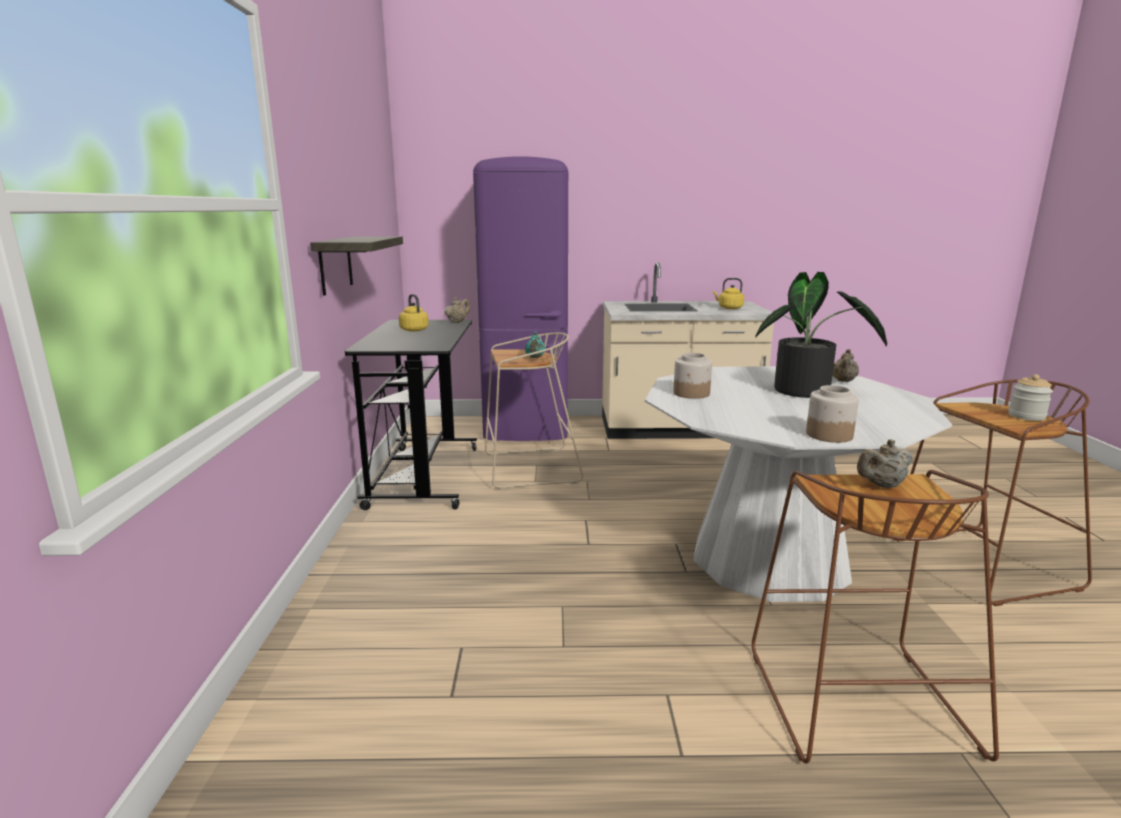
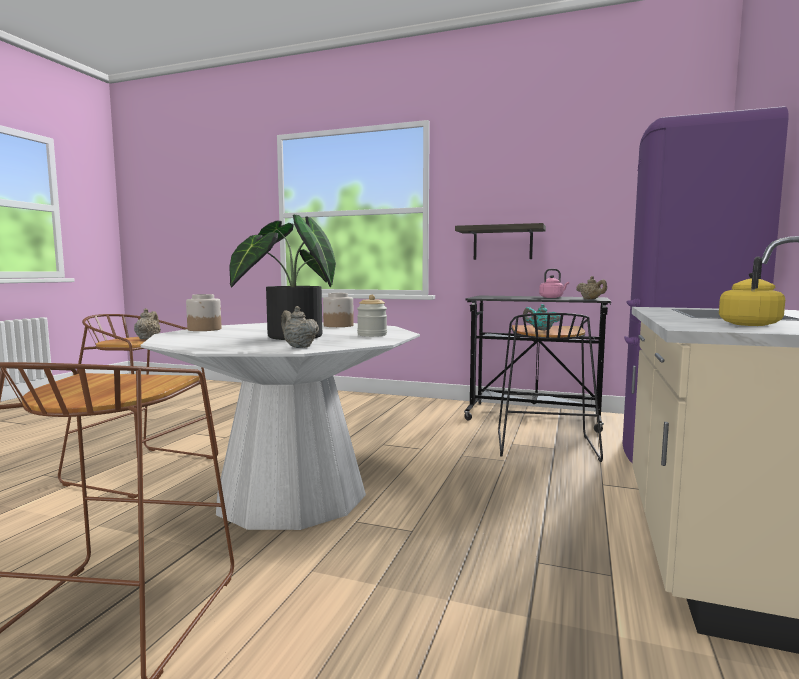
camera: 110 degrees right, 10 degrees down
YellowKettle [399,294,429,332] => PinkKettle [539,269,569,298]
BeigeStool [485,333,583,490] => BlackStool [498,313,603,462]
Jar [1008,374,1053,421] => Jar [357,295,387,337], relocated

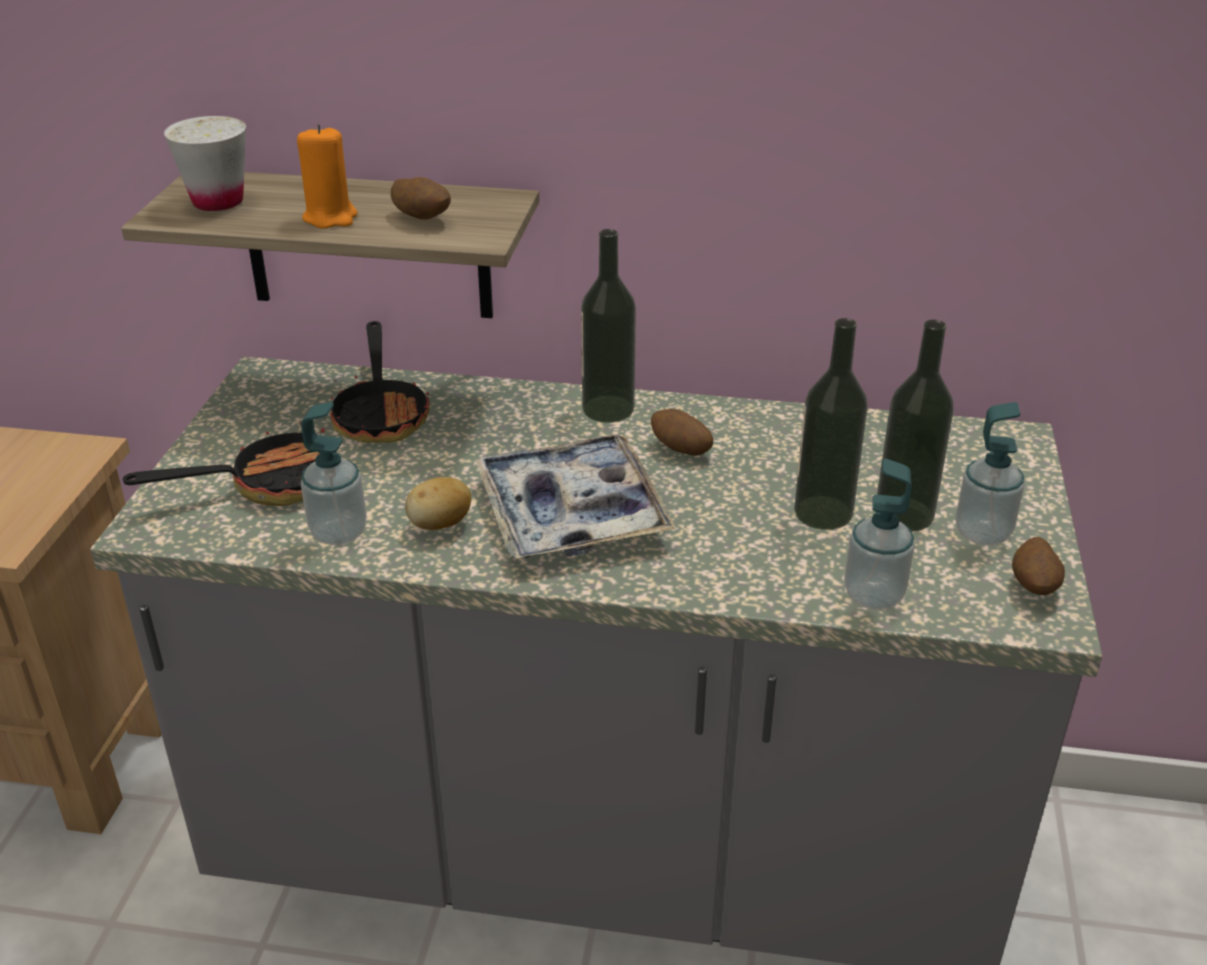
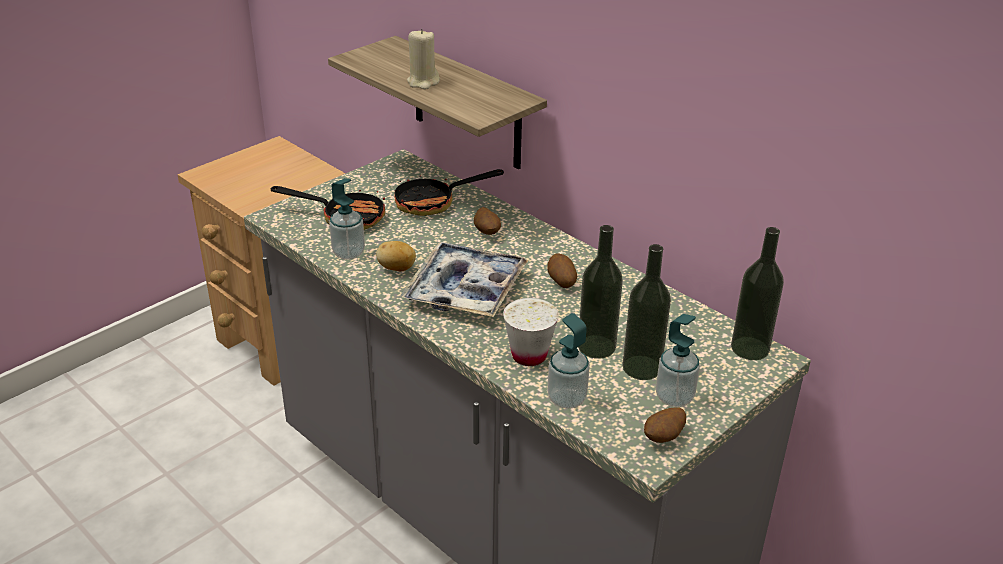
camera: 35 degrees right, 0 degrees up
WhiteCup [164,116,246,211] => WhiteCup [503,298,559,366], relocated
OrangeCandle [297,124,358,229] => BeigeCandle [407,29,440,90]
FryingPan [329,321,430,443] => FryingPan [394,166,504,216], 45 degrees clockwise
Potato [391,177,451,219] => Potato [474,207,501,235], relocated
Bottle [581,229,636,423] => Bottle [731,227,784,360], relocated

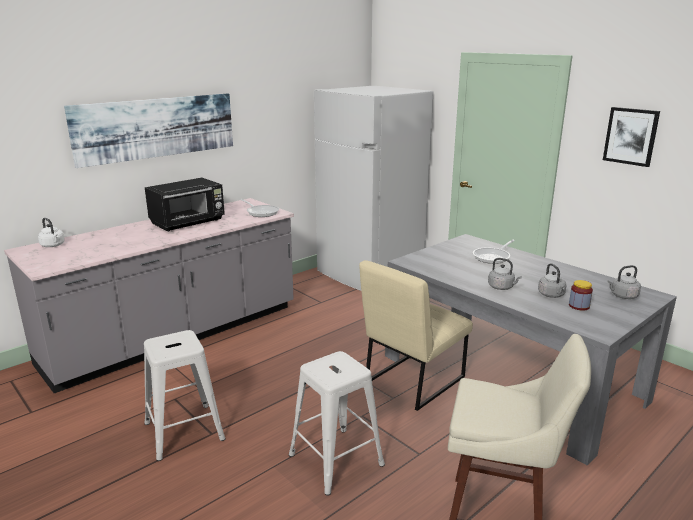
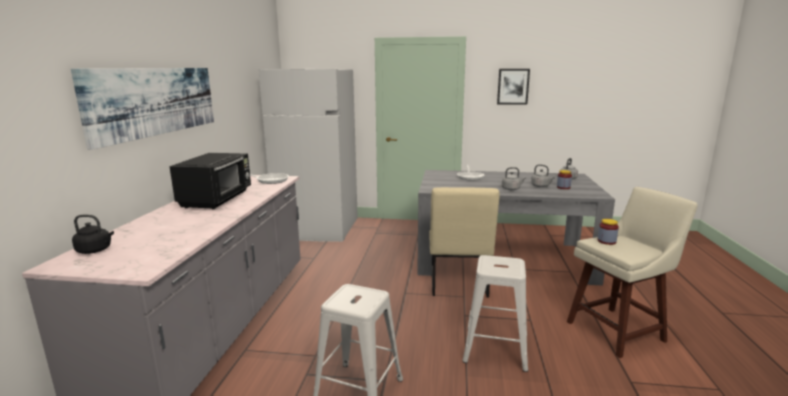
camera: 40 degrees left, 5 degrees down
WhiteKettle [38,218,65,247] => BlackKettle [72,215,114,254]
nothing => Jar [598,219,619,245]

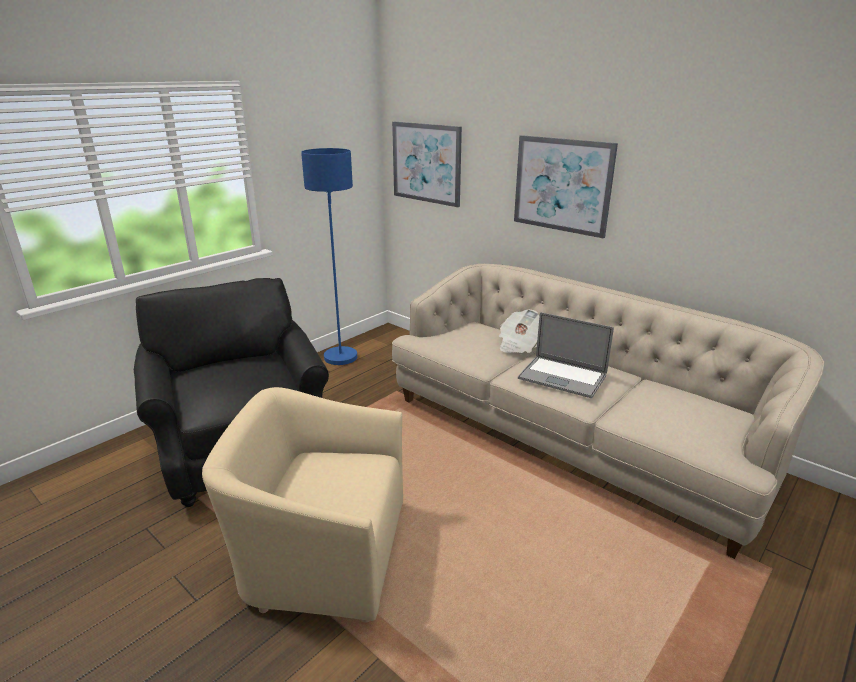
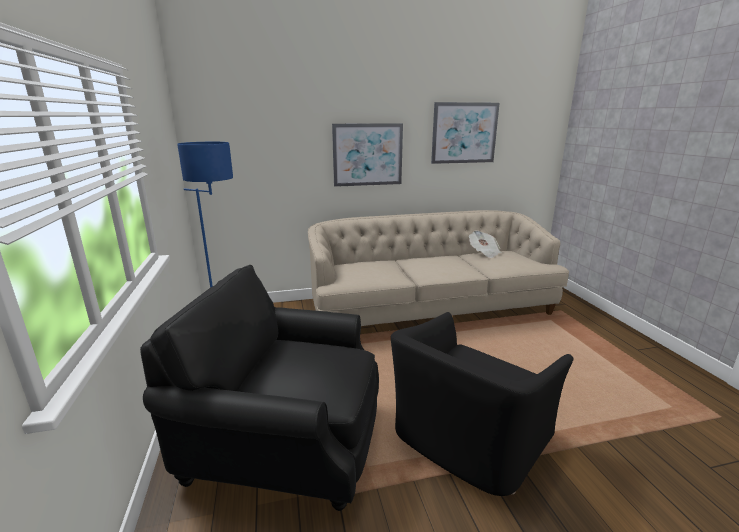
camera: 55 degrees left, 5 degrees down
BeigeArmchair [202,387,403,623] => BlackArmchair [391,312,574,496]
Picture [392,122,462,207] => Picture [431,102,500,164], relocated
Newspaper [499,309,539,353] => Newspaper [469,230,501,258], relocated
Laptop [518,312,614,398] => nothing

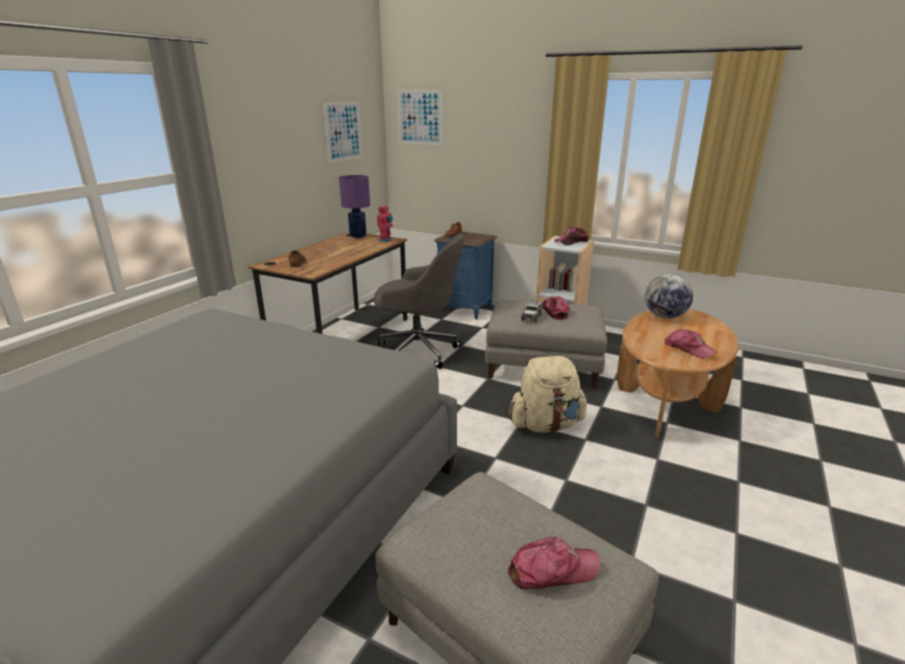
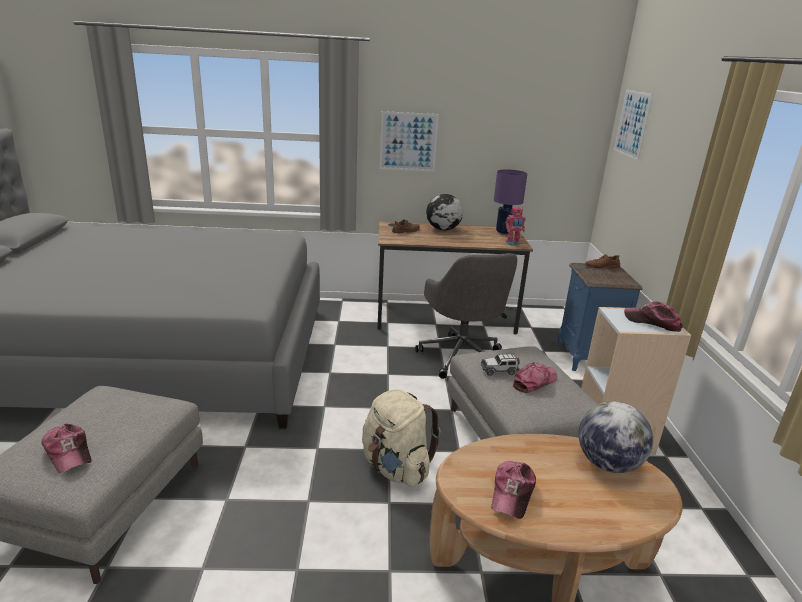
camera: 60 degrees right, 0 degrees up
Picture [324,102,362,163] => Picture [380,111,439,171], relocated
nothing => Globe [426,194,463,230]

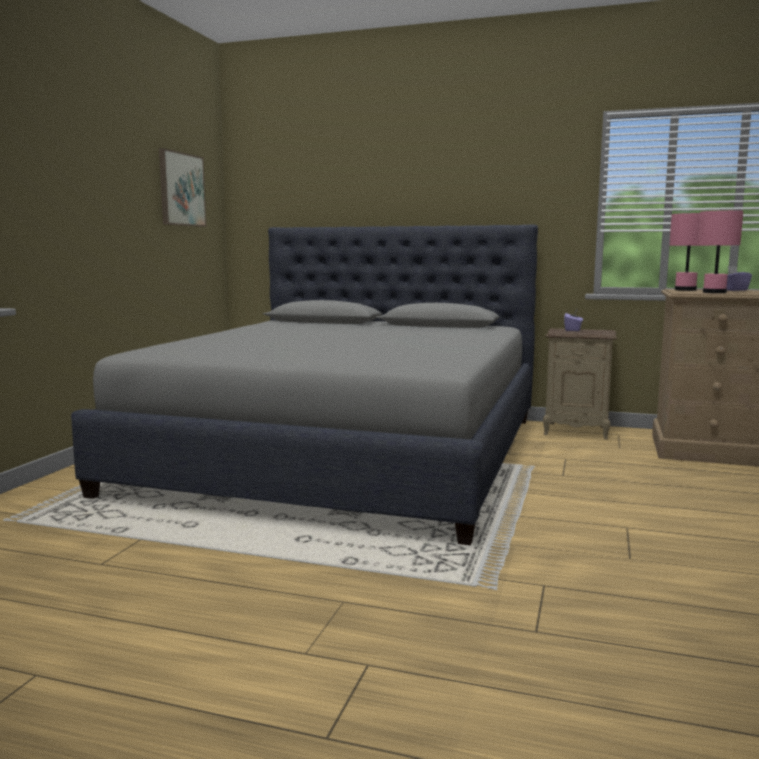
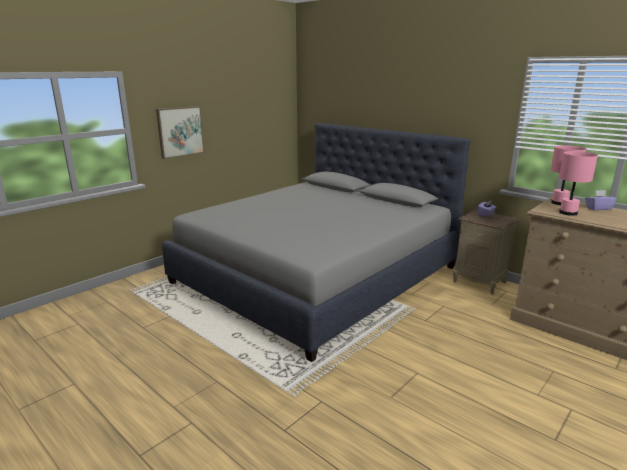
camera: 25 degrees right, 10 degrees up
Picture [159,148,206,227] => Picture [156,106,204,159], relocated

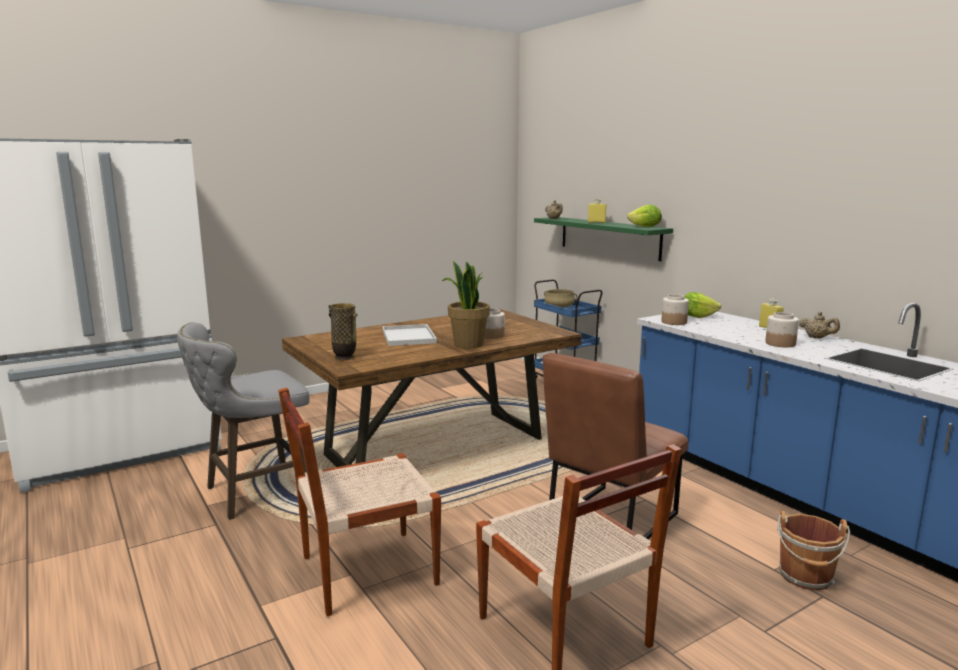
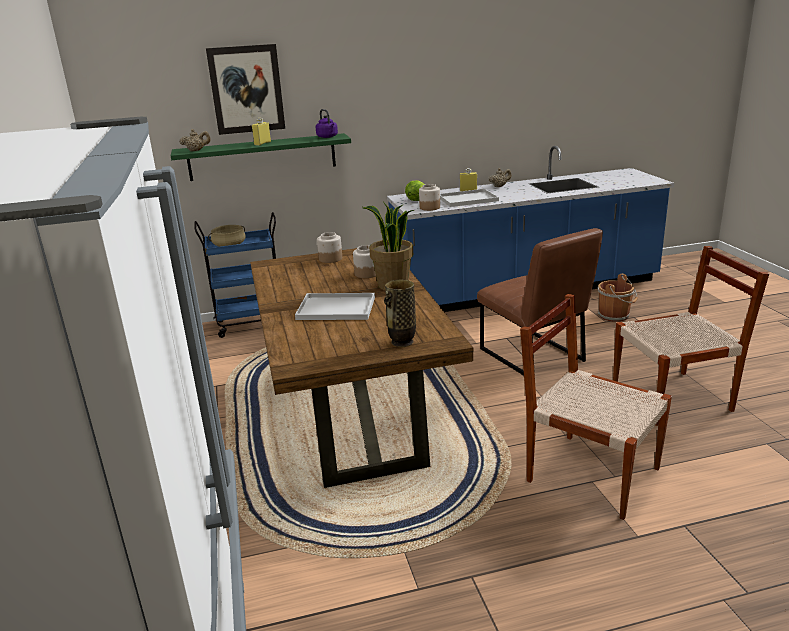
camera: 70 degrees left, 10 degrees up
GreyStool [177,322,309,520] => nothing
Chair [278,388,441,616] => Chair [520,294,672,520], 135 degrees clockwise
Lettuce [627,205,662,227] => PurpleKettle [316,109,338,138]
Jar [765,312,799,347] => Jar [317,232,342,263], relocated
nothing => Picture [206,44,285,135]
nothing => WhiteTray [440,189,499,207]

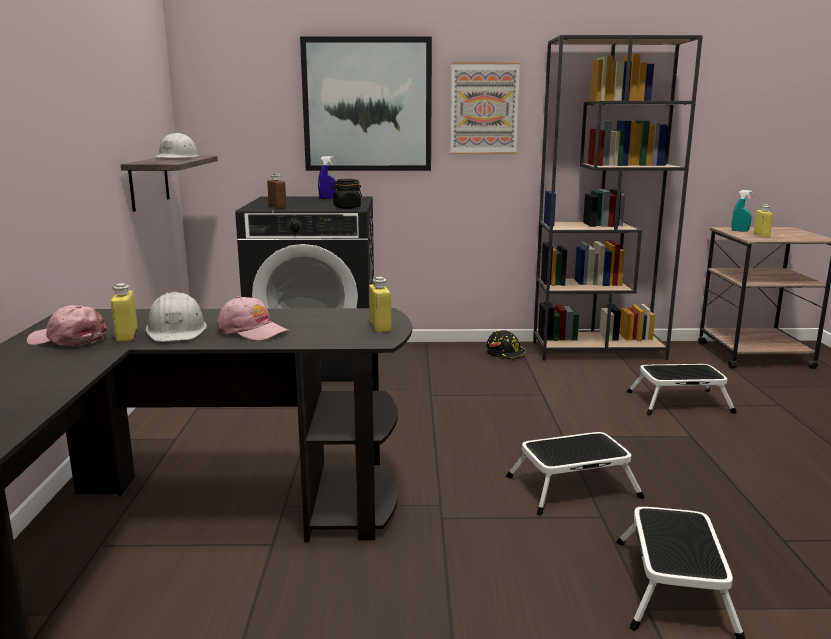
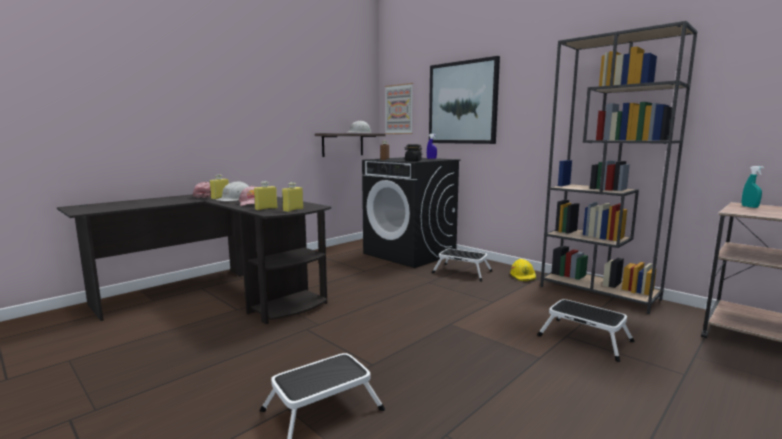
camera: 45 degrees right, 5 degrees down
Picture [450,62,520,154] => Picture [385,83,413,134], relocated
BlackHardHat [486,330,526,360] => YellowHardHat [510,259,537,281]
BlackStepLadder [506,432,645,516] => BlackStepLadder [432,249,493,282], relocated
YellowBottle [753,204,773,238] => YellowBottle [254,181,277,210], relocated

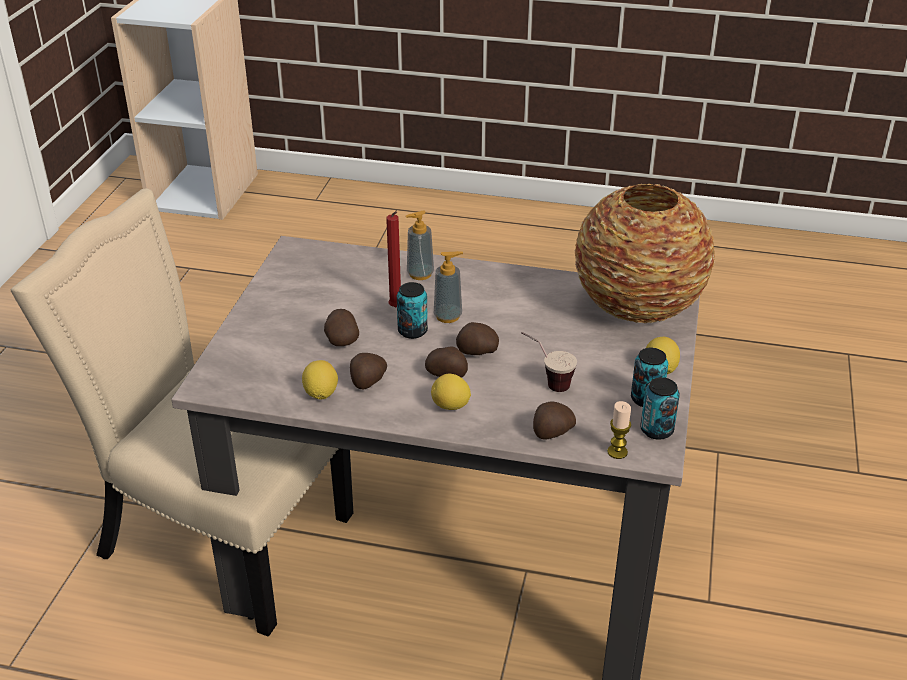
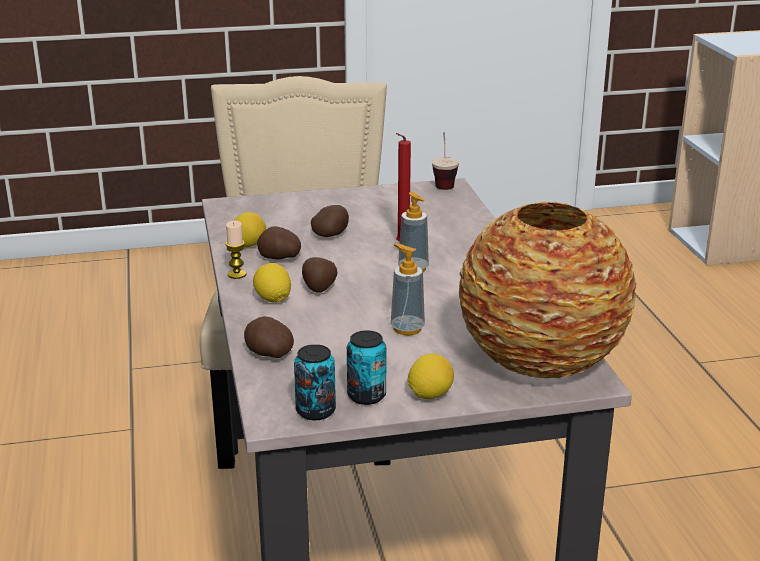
camera: 65 degrees right, 10 degrees down
Can [397,282,428,339] => nothing
SoapDispenser [406,210,434,280] => SoapDispenser [391,243,425,335], relocated
Potato [456,322,499,355] => nothing
Cup [521,332,577,392] => Cup [432,132,459,190], relocated
Candle [607,401,631,459] => Candle [225,220,246,279], relocated

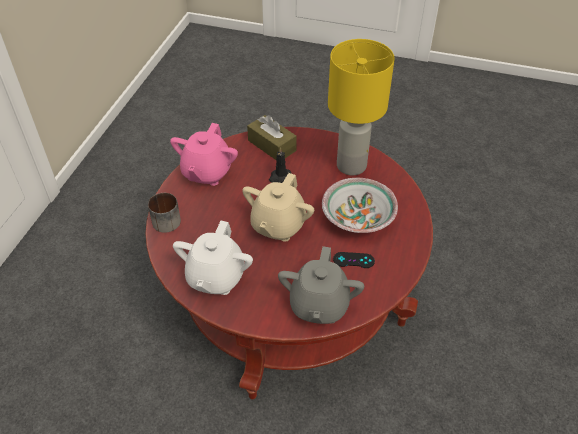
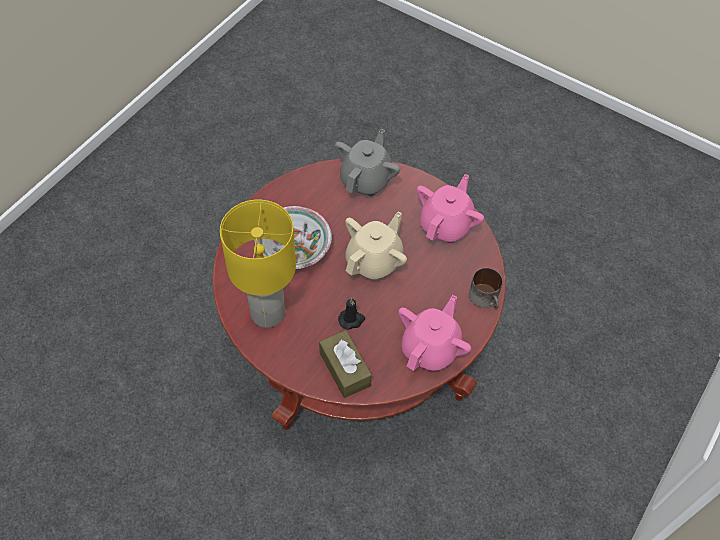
camera: 165 degrees left, 10 degrees up
WhiteTeapot [173,221,253,295] => PinkTeapot [417,174,484,243]
BlackGameController [333,252,375,268] => nothing

